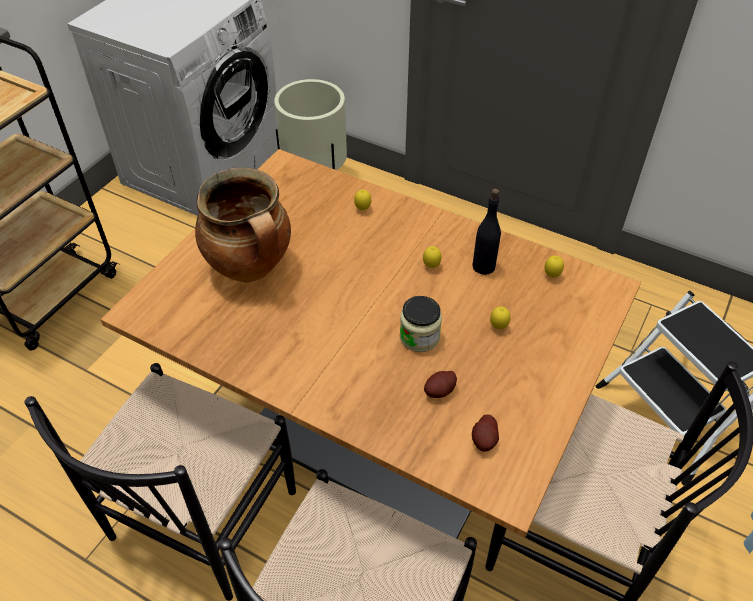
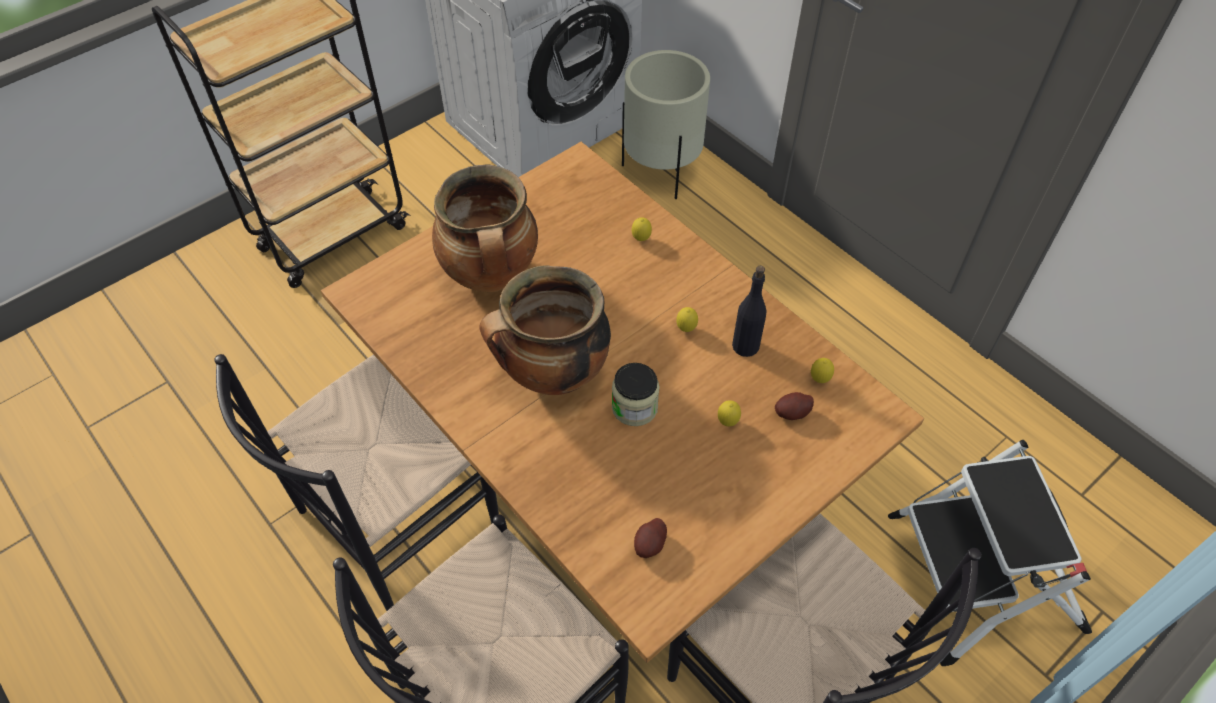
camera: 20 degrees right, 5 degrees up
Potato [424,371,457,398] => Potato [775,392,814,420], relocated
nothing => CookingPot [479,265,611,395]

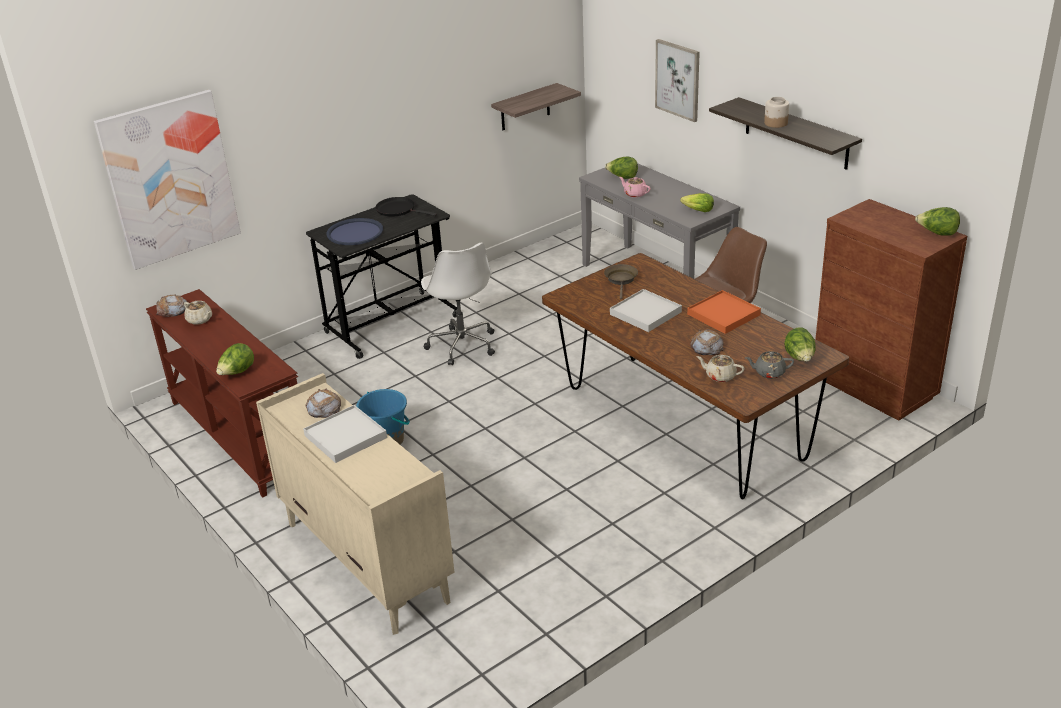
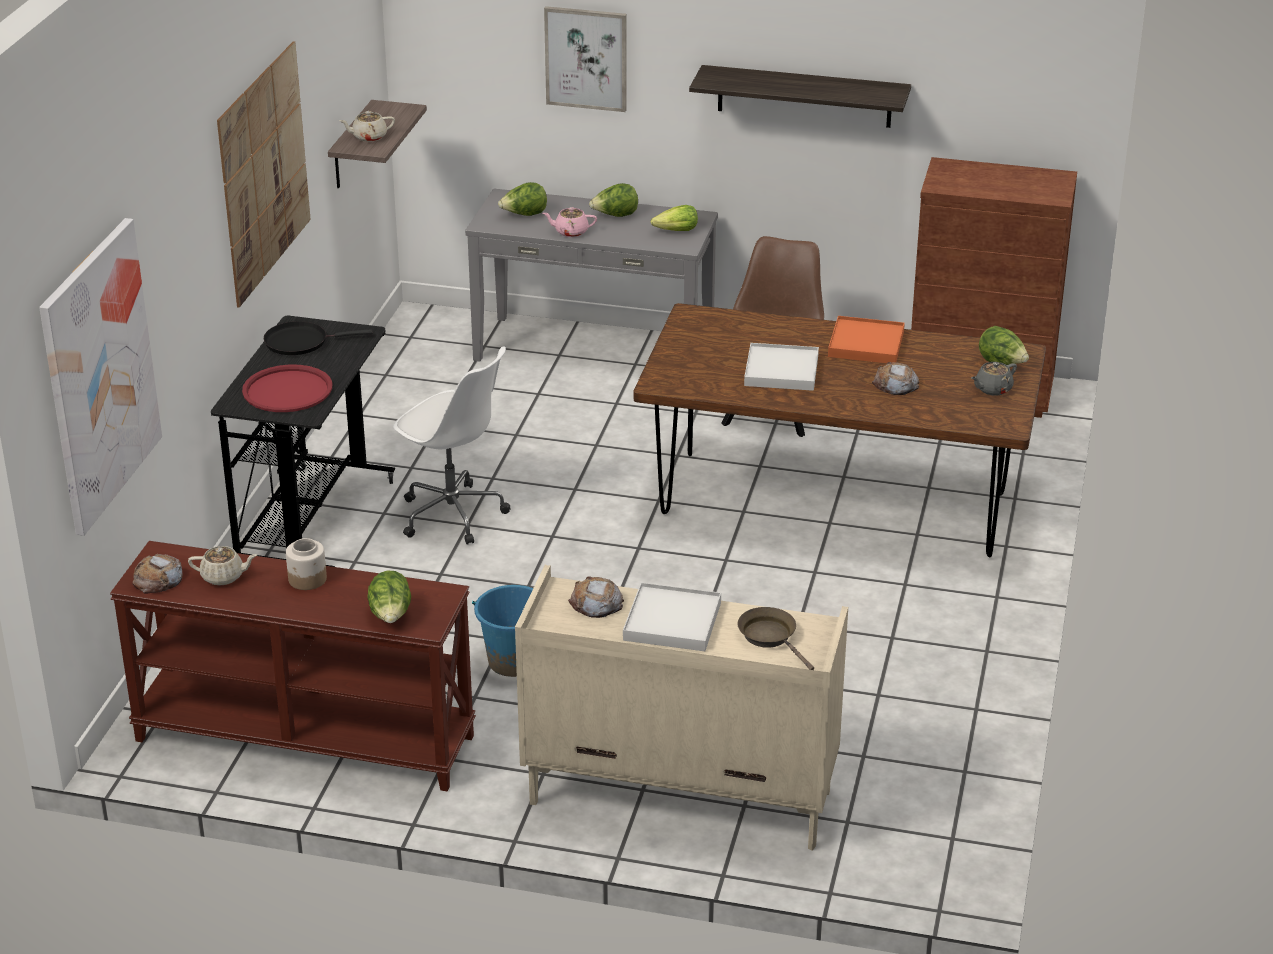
camera: 40 degrees left, 0 degrees up
BlueTray [327,218,383,245] => RedTray [242,364,332,412]
BrownFryingPan [604,264,638,299] => BrownFryingPan [737,607,814,670], relocated
BeigeTeapot [696,355,744,382] => BeigeTeapot [339,111,395,142], relocated
Jar [764,97,789,128] => Jar [286,538,327,590], relocated
Lettuce [915,207,960,236] => Lettuce [589,183,638,217], relocated
nothing => Picture [217,41,311,308]

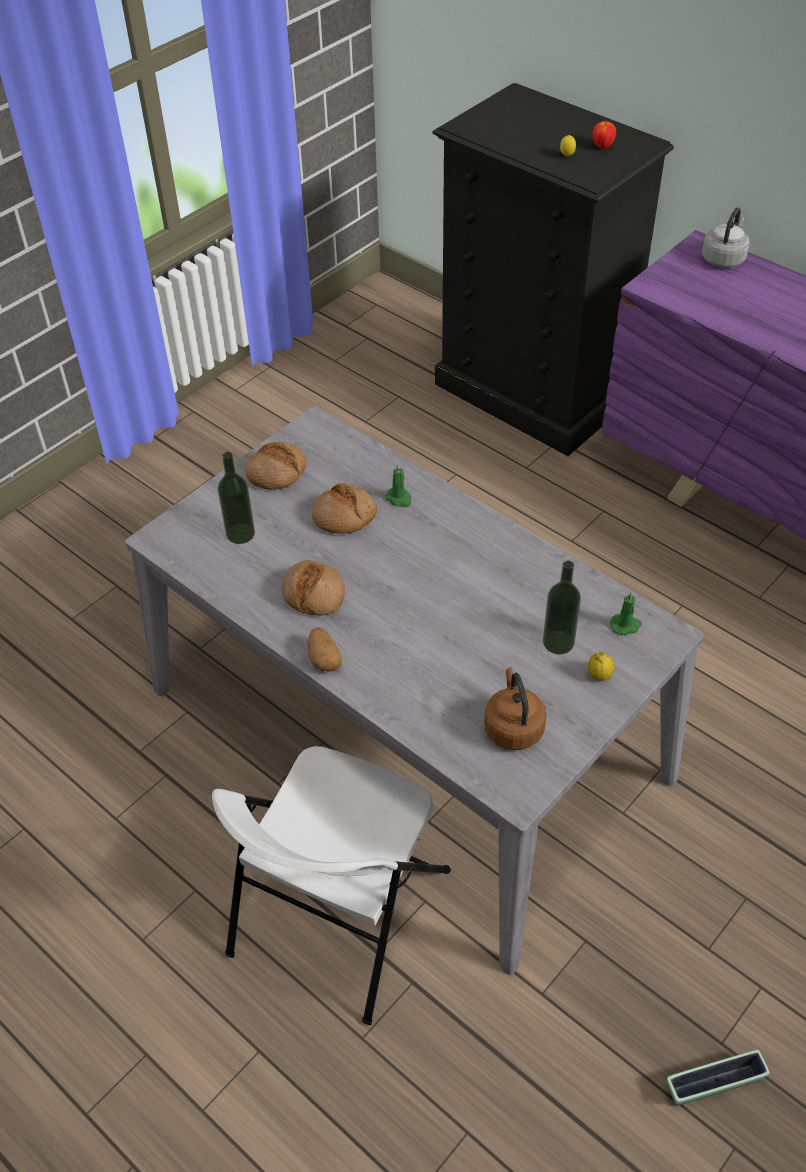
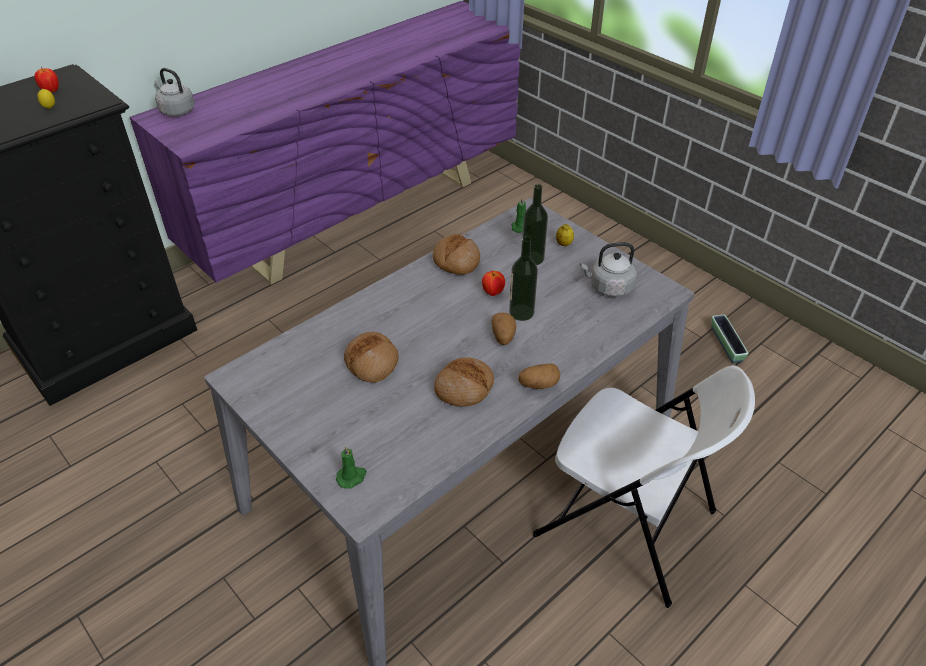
camera: 85 degrees left, 5 degrees down
Bottle [218,452,255,544] => Bottle [509,236,538,321], relocated
Bread [246,442,307,490] => Bread [433,234,480,275], relocated
GreenCandle [385,464,411,507] => GreenCandle [336,446,367,489], relocated
BrownKettle [484,667,546,750] => GreyKettle [580,242,637,297]
nothing => Apple [482,271,505,296]
nothing => Potato [492,313,516,345]

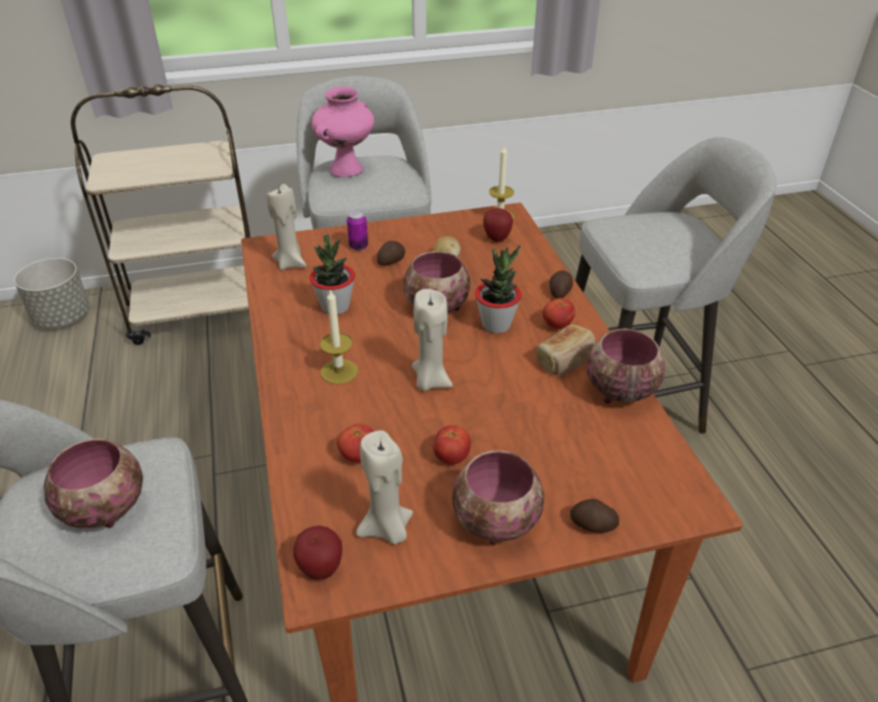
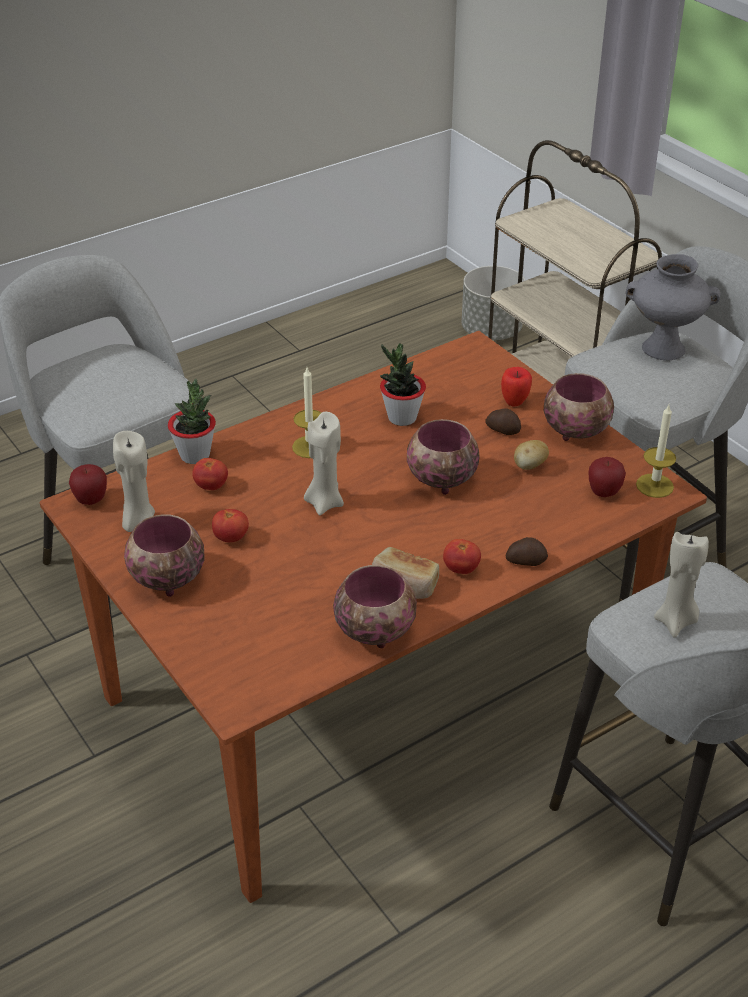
camera: 70 degrees right, 0 degrees up
Bowl [44,439,143,528] => Bowl [544,373,614,441], relocated
BeigeCandle [266,184,307,270] => BeigeCandle [654,532,709,638], relocated
PinkVase [311,87,374,177] => GreyVase [626,254,721,361]
Can [347,211,368,251] => Apple [501,367,532,407]
PottedPlant [475,245,521,333] => PottedPlant [168,379,216,464], relocated
Potato [570,499,619,533] => nothing

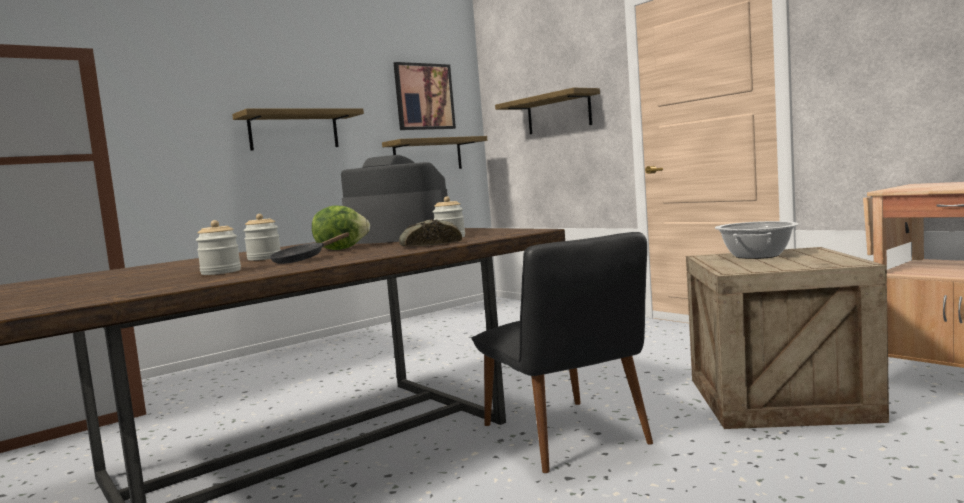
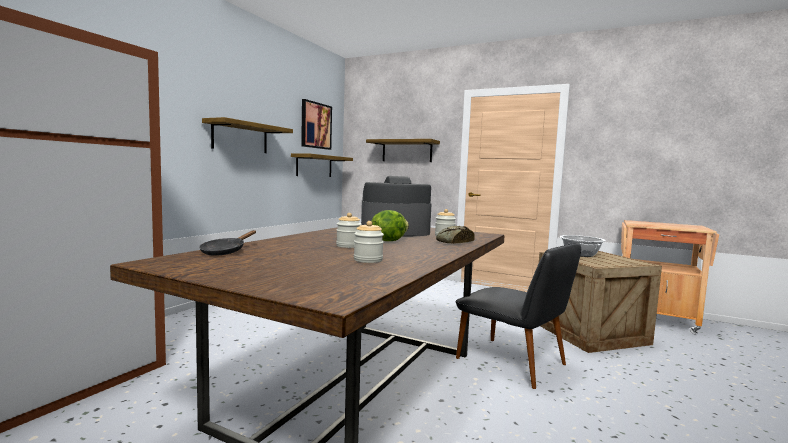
camera: 25 degrees left, 0 degrees up
BlackFryingPan [269,232,349,264] => BlackFryingPan [199,230,256,256], relocated

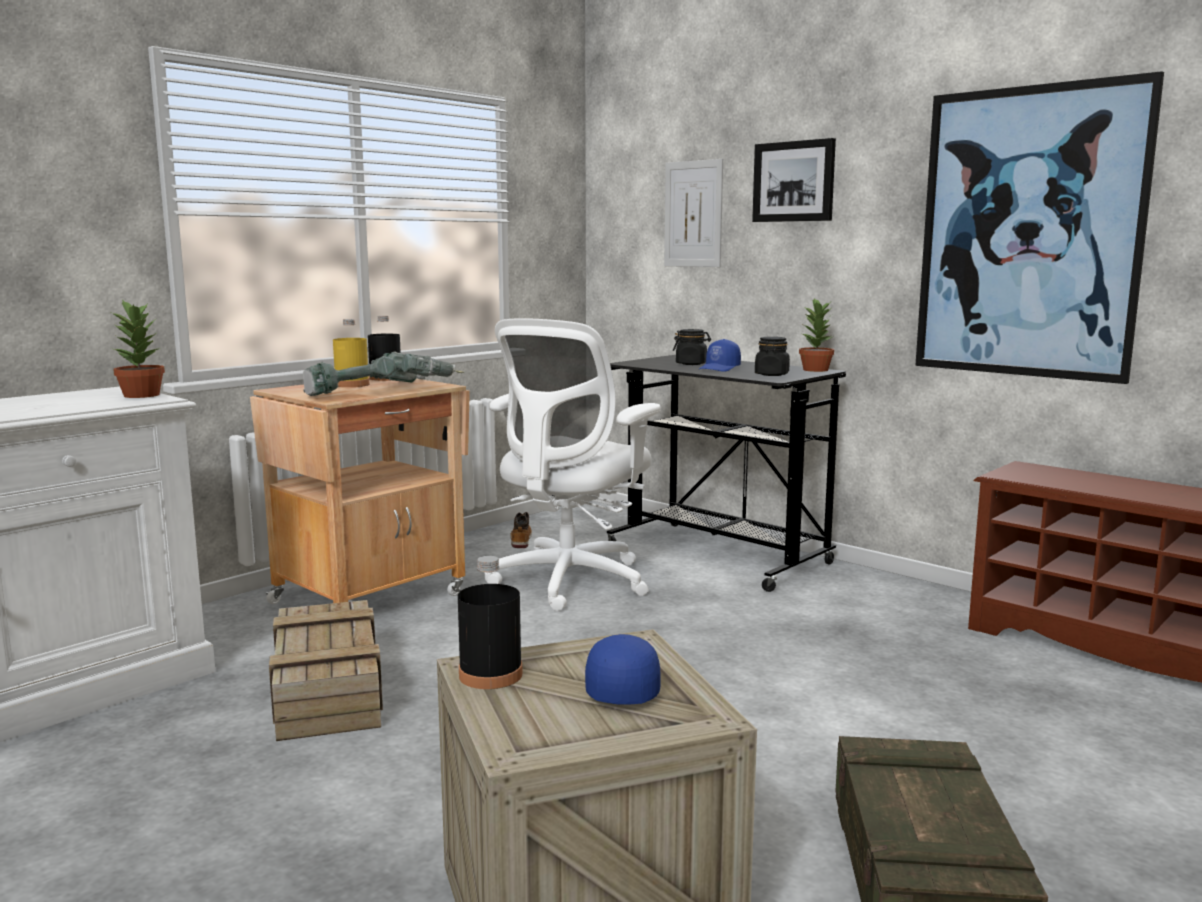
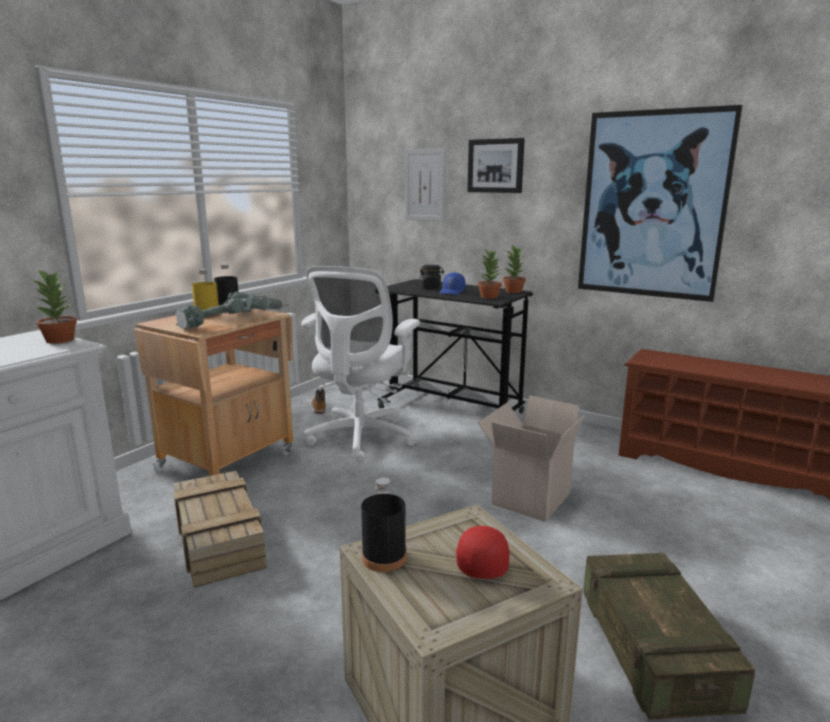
camera: 10 degrees left, 5 degrees up
BlueCap [585,634,661,705] => RedCap [456,526,510,579]
BlackJar [755,337,790,376] => PottedPlant [478,249,502,299]
nothing => CardboardBox [478,395,586,522]

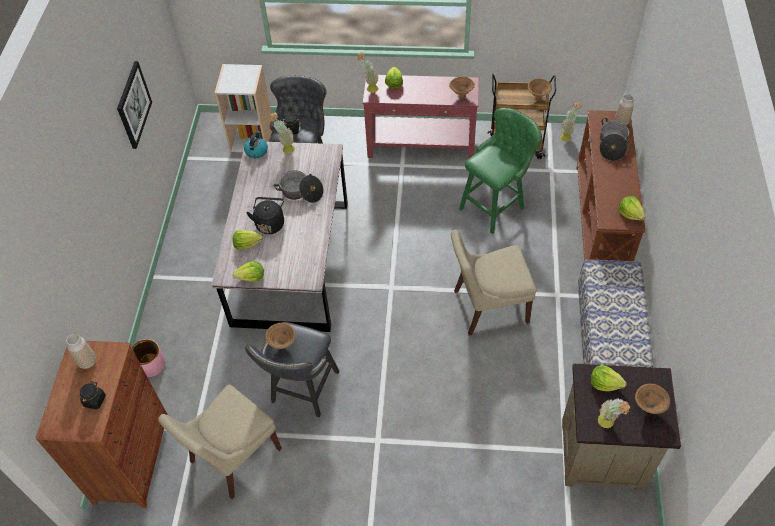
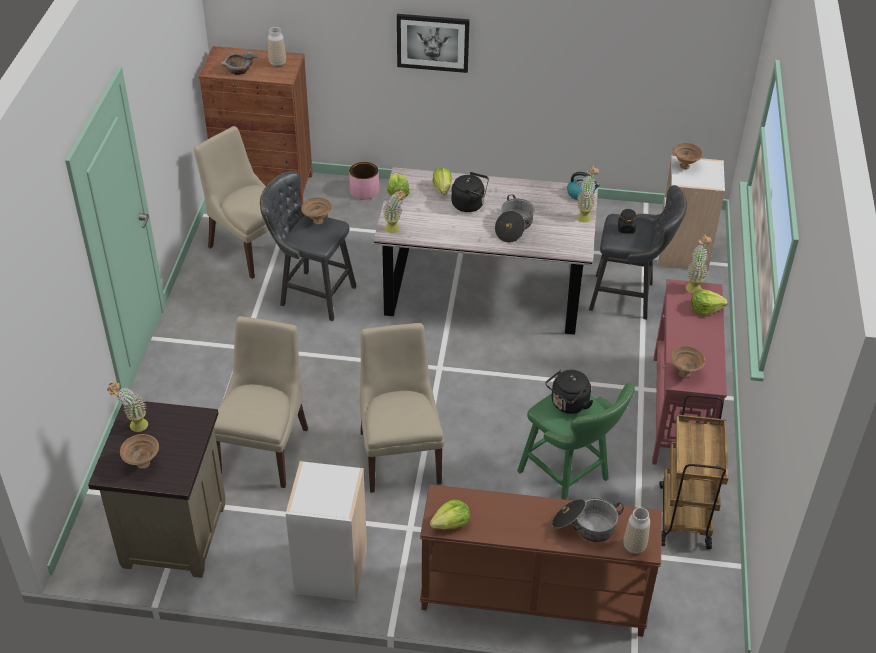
camera: 90 degrees right, 10 degrees down
BlackJar [80,382,106,410] => GreyBowl [220,51,259,75]
Picture [117,61,152,149] => Picture [397,14,470,73], relocated
BrownBowl [528,78,552,101] => BrownBowl [672,143,703,169], relocated
PottedPlant [560,102,581,142] => PottedPlant [383,189,406,233], relocated
Bench [578,260,653,367] => Bookcase [285,461,367,601]
Lettuce [590,365,627,391] => nothing
nothing => BeigeChair [214,316,308,488]
nothing => BlackKettle [546,370,593,414]

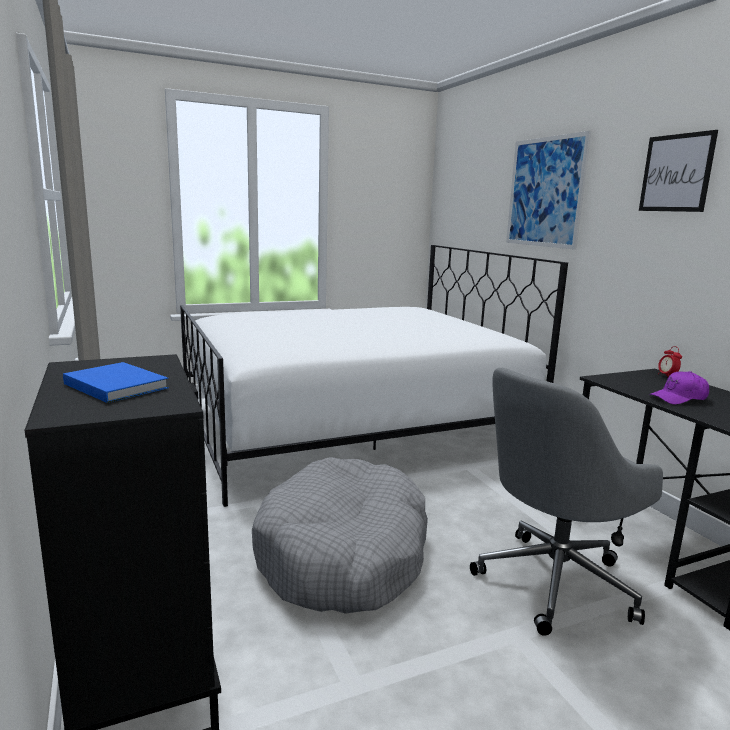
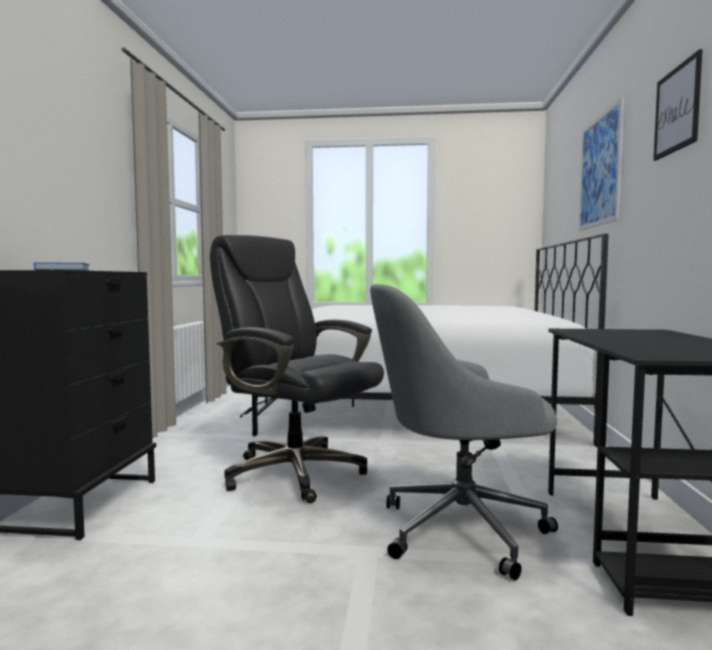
camera: 30 degrees right, 10 degrees down
GreyDogBed [252,457,428,614] => BlackOfficeChair [210,235,384,503]
PurpleCap [649,371,709,404] => nothing
AlarmClock [658,346,682,377] => nothing

